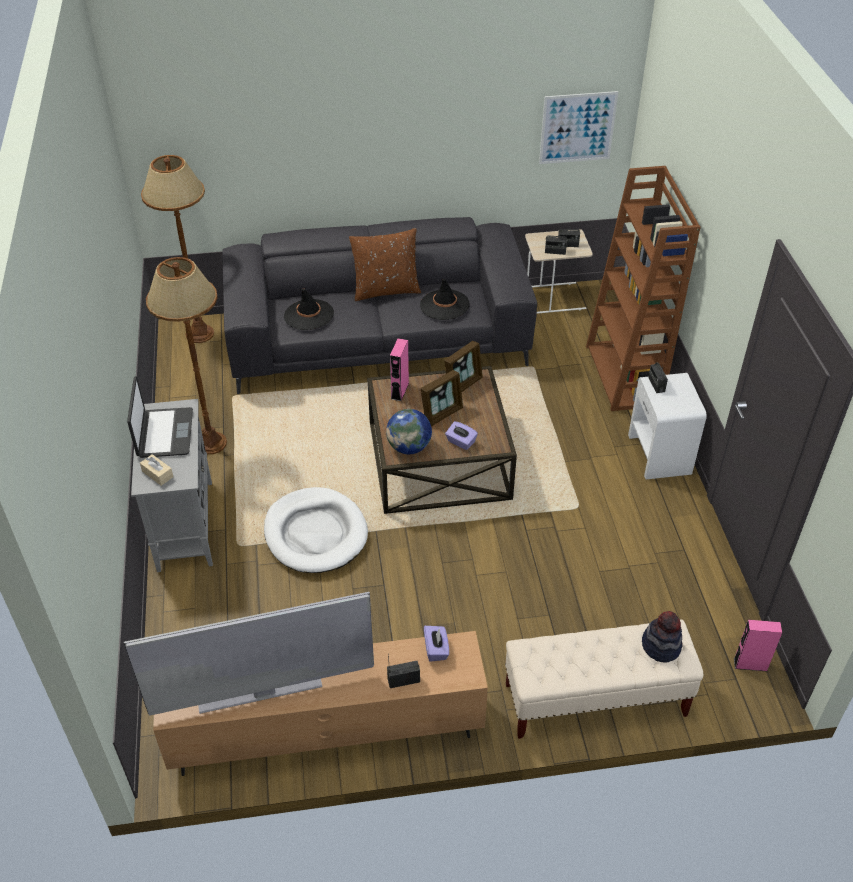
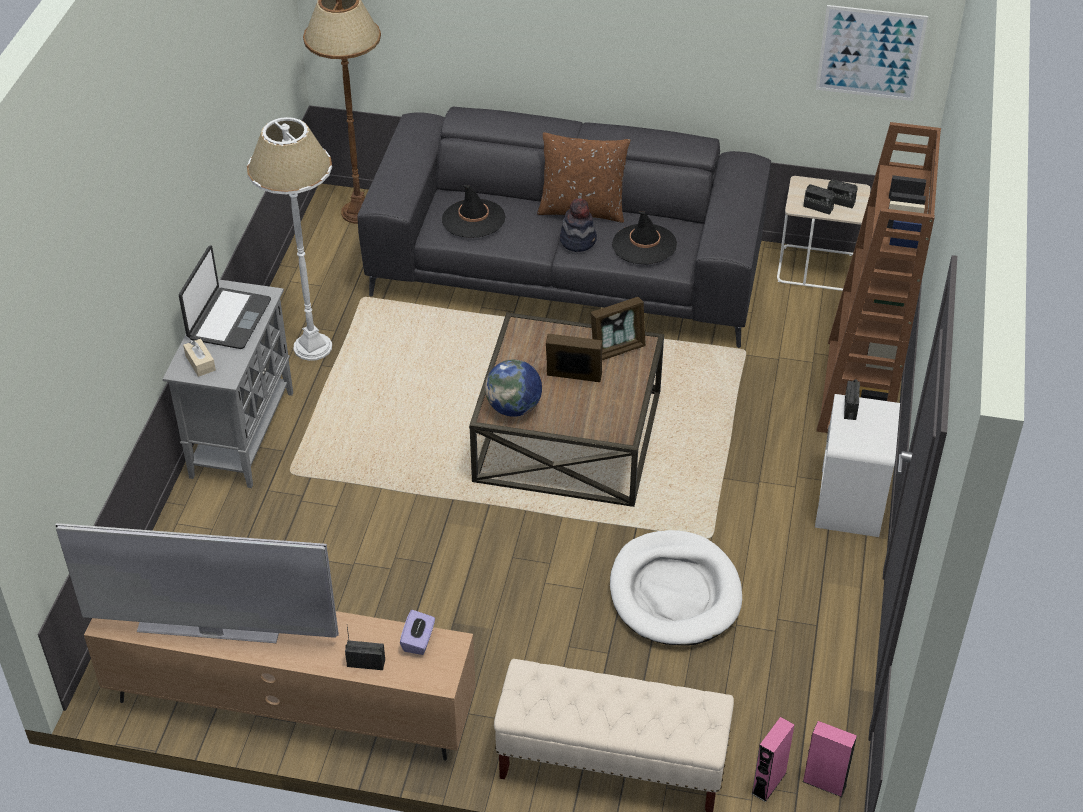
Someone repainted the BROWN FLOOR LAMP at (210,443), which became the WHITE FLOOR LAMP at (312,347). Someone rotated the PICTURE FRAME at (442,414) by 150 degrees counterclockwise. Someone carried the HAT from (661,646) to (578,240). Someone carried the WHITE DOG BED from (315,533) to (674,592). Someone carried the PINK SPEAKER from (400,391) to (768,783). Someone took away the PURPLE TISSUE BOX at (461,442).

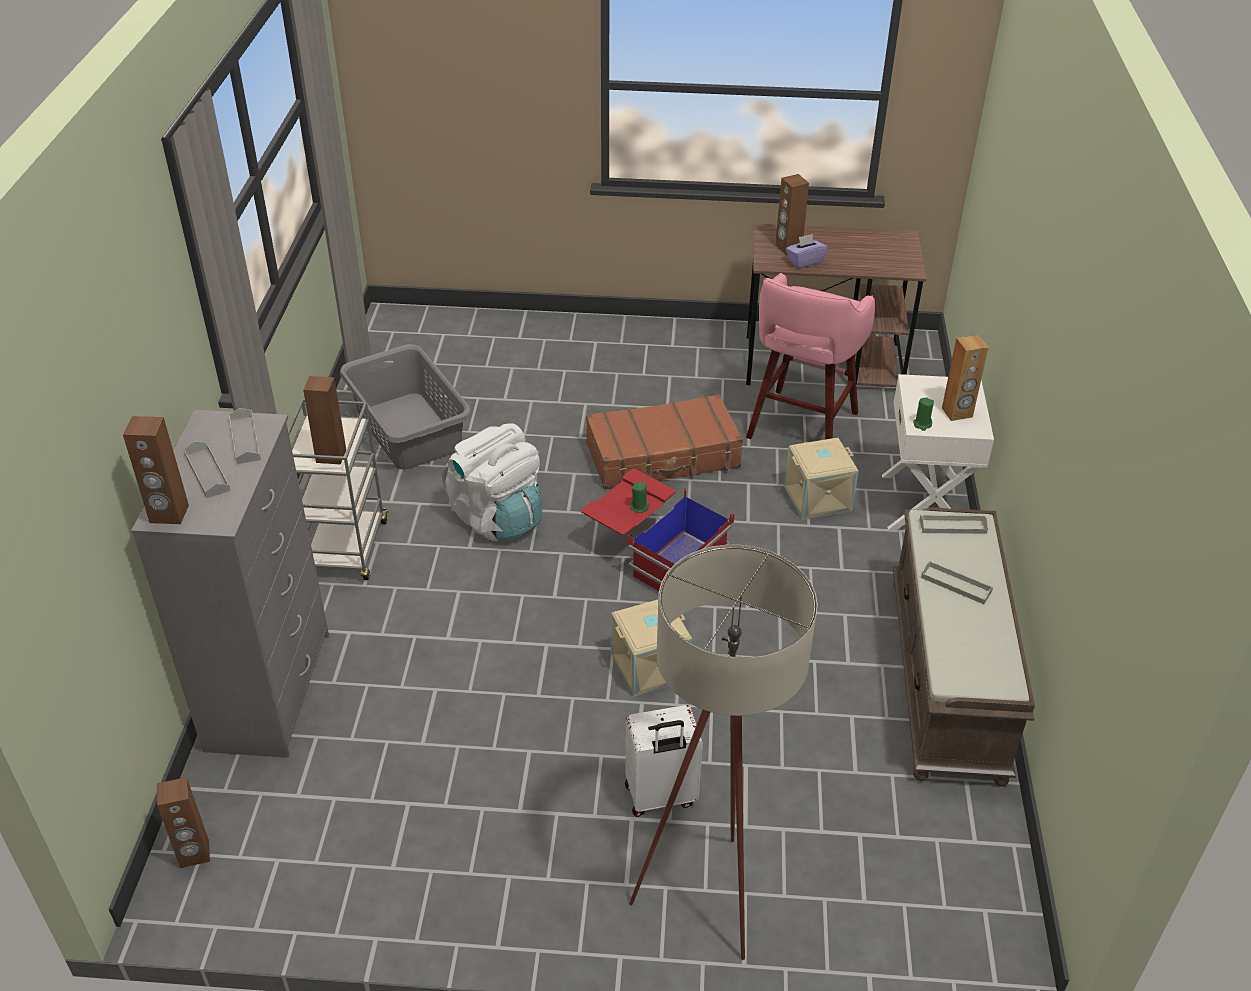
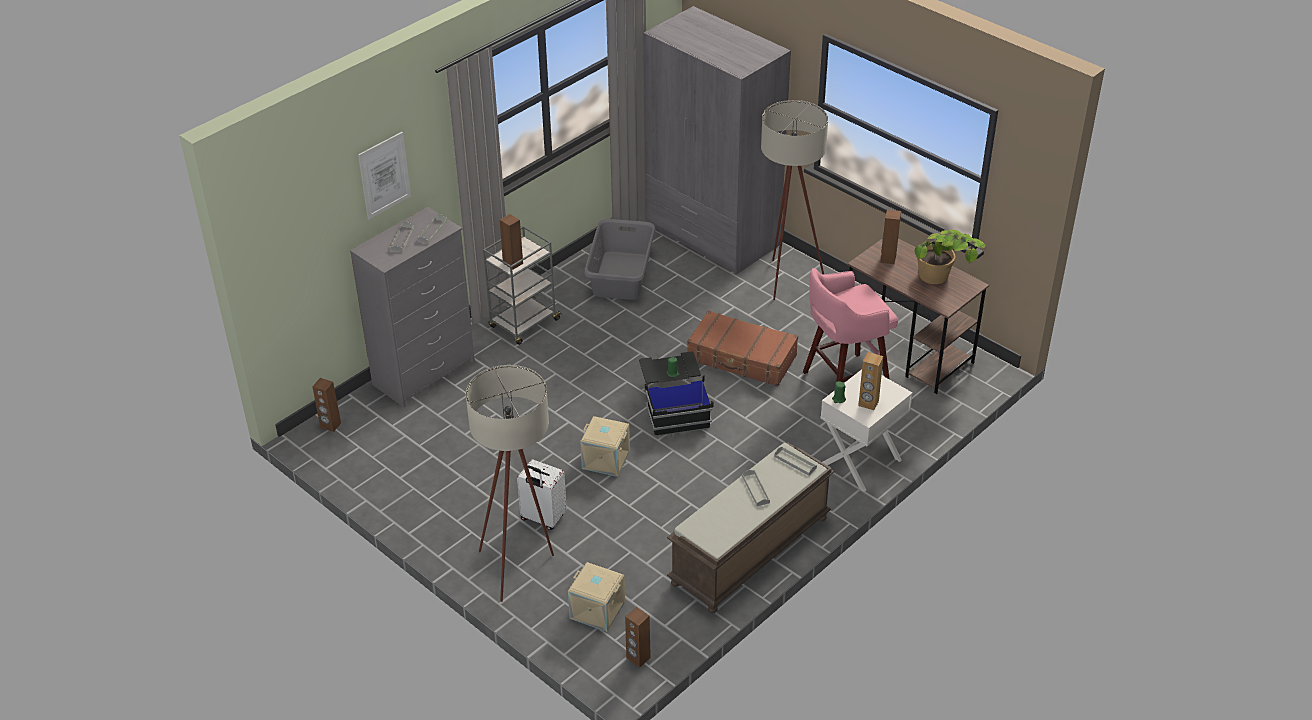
Someone put up the PICTURE at (384,175). Someone carried the BEIGE STORAGE BOX from (817,499) to (596,611). Someone carried the BROWN SPEAKER from (169,514) to (638,658). Someone repainted the RED STORAGE BOX at (654,553), which became the BLACK STORAGE BOX at (674,406). Someone put down the GREY WARDROBE at (712,235). Someone put down the BEIGE FLOOR LAMP at (786,283). Someone put down the POTTED PLANT at (941,284). Someone took away the WHITE BACKPACK at (497,517). Someone took away the PURPLE TISSUE BOX at (804,261).

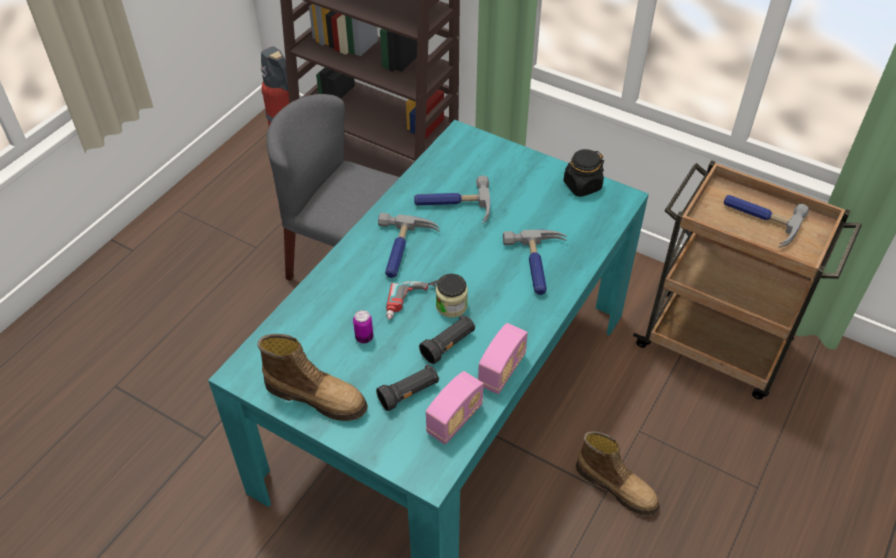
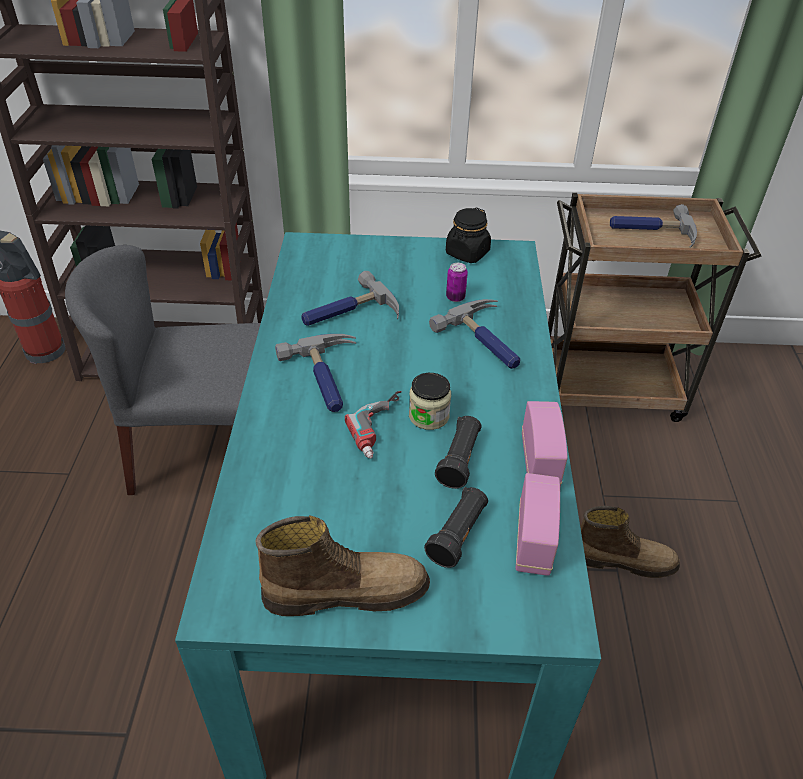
Someone carried the CAN from (364,337) to (455,297).

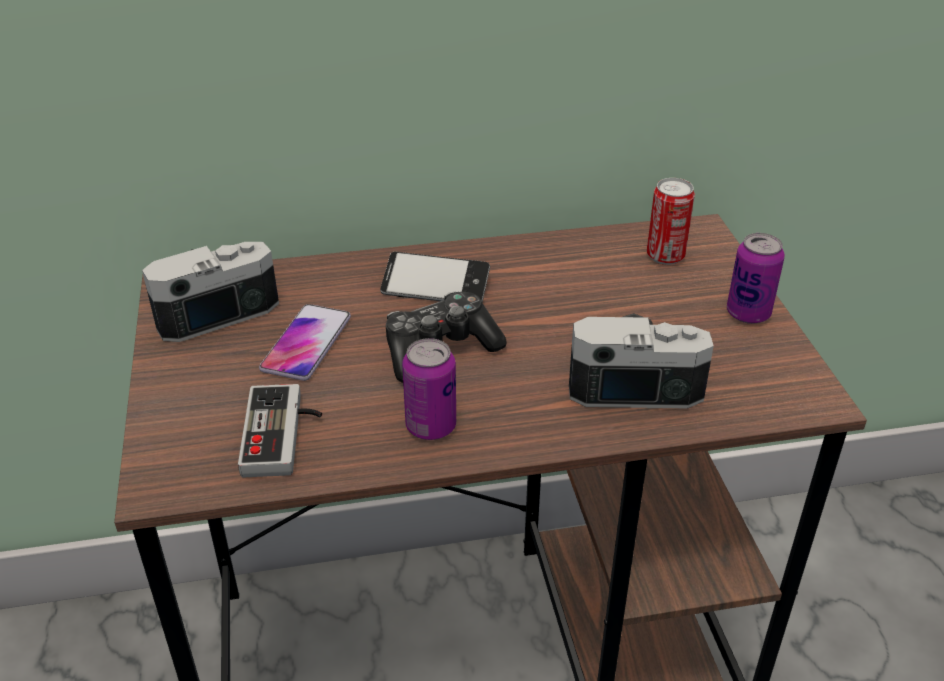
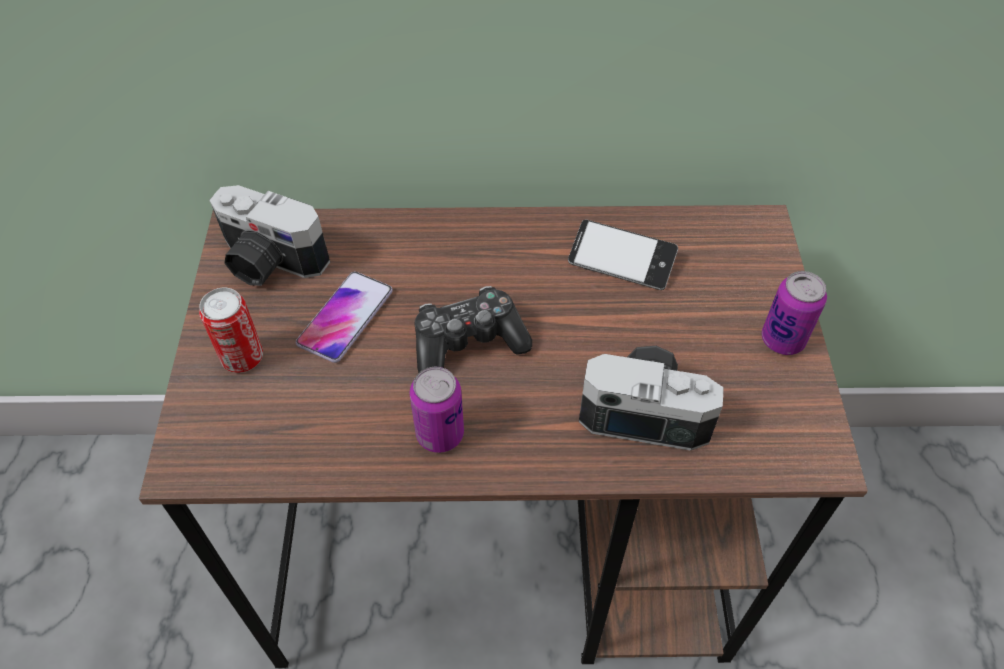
Someone carried the CAN from (665,256) to (242,358). Someone rotated the PHOTO CAMERA at (213,308) by 135 degrees counterclockwise. Someone carried the PHONE from (435,286) to (621,261). Someone took away the GAME CONTROLLER at (284,435).

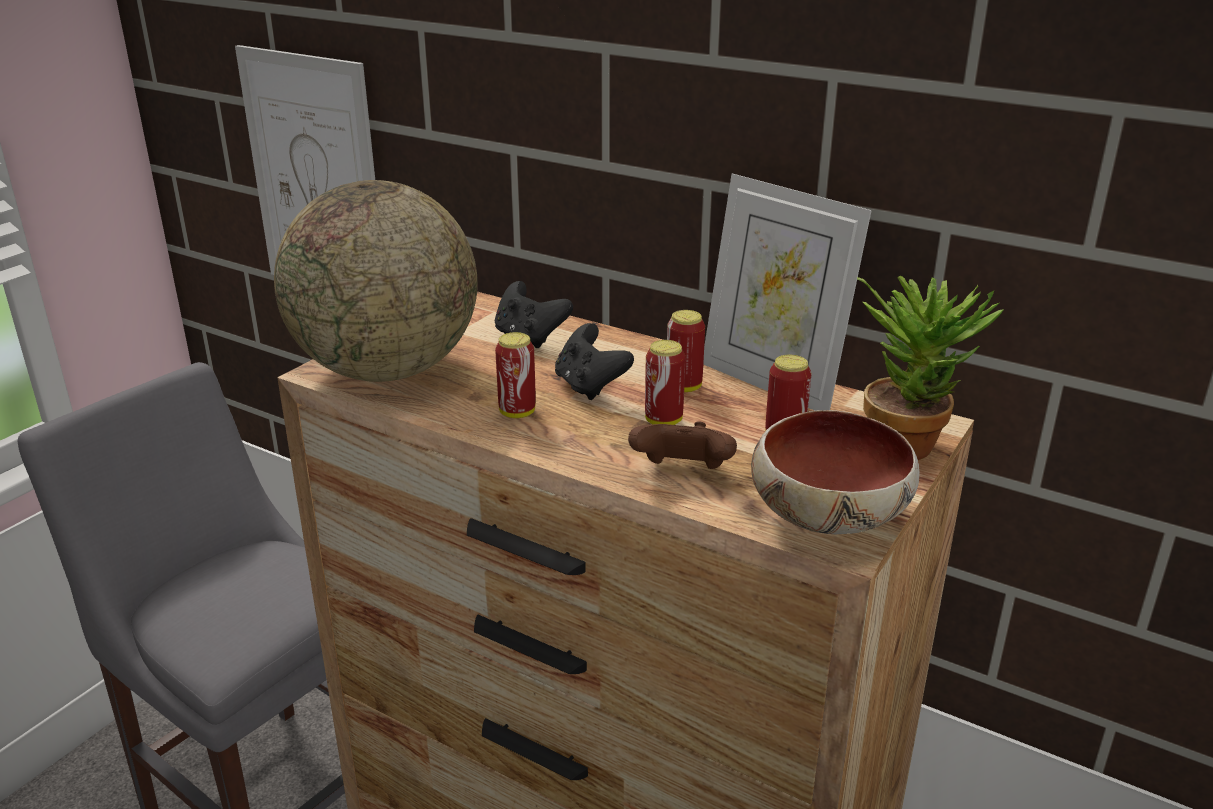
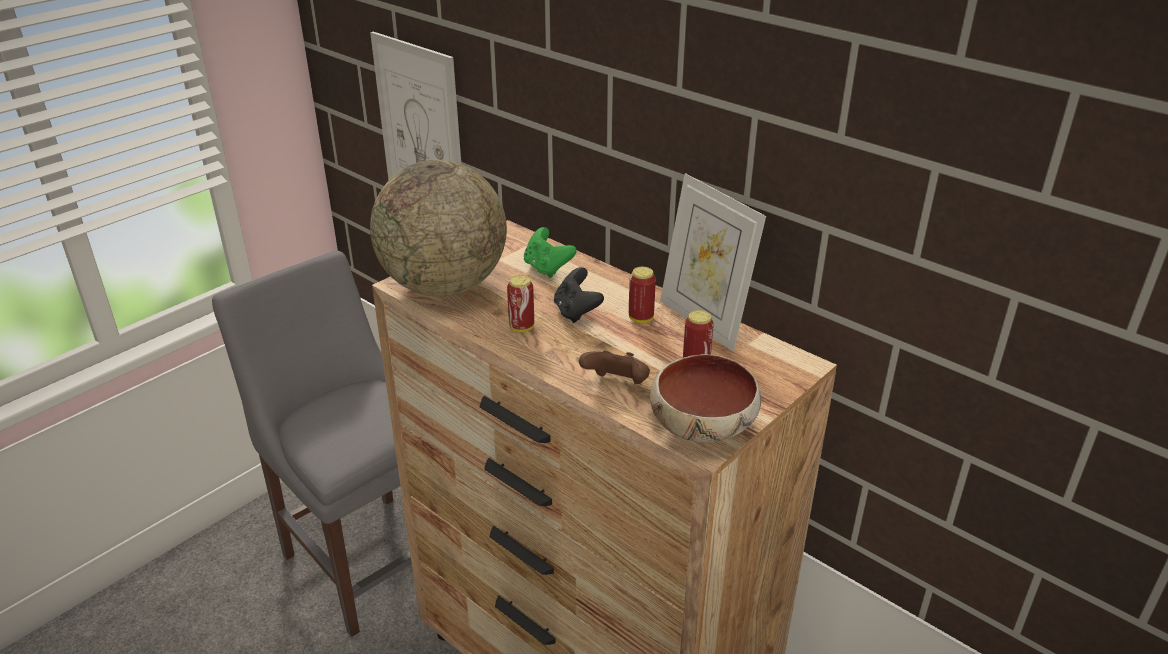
Someone repainted the BLACK GAME CONTROLLER at (530,337), which became the GREEN GAME CONTROLLER at (547,268). Someone took away the CAN at (663,421). Someone took away the POTTED PLANT at (910,442).

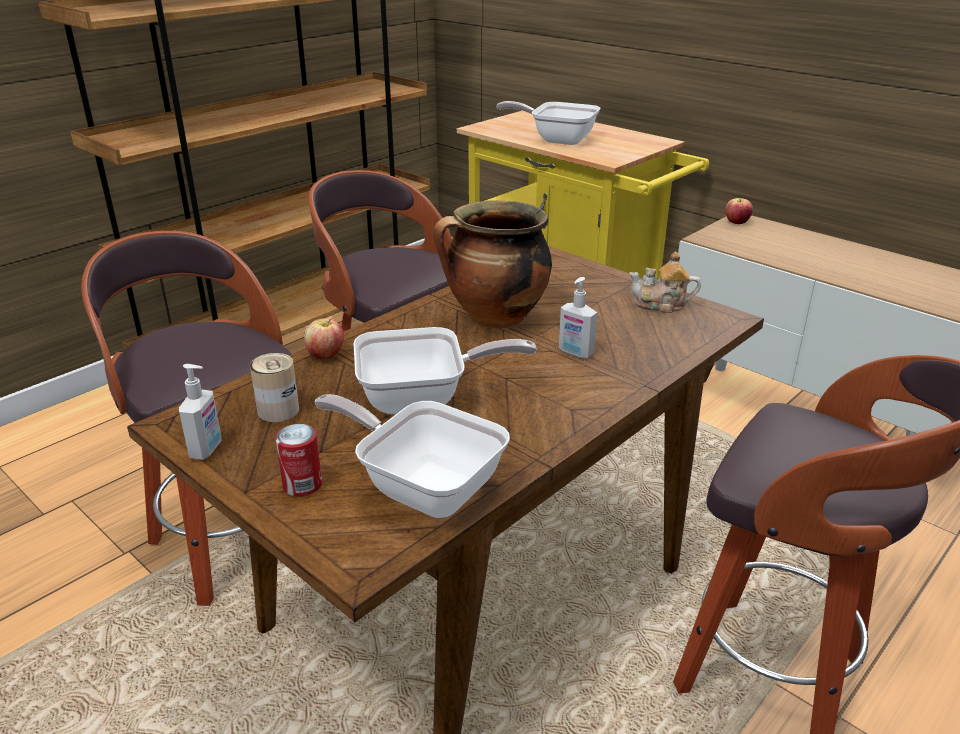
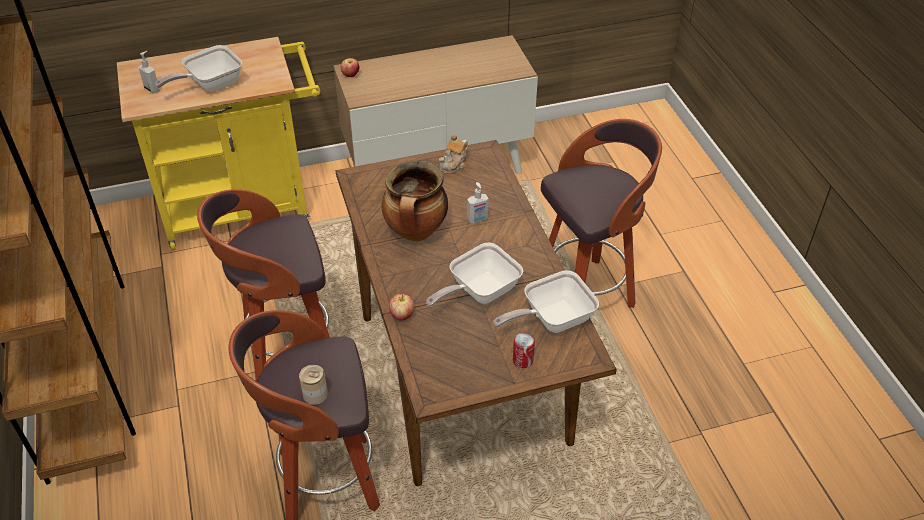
Someone carried the SOAP DISPENSER from (207,449) to (152,89). Someone carried the CAN from (278,410) to (315,394). Someone rotated the FRYING PAN at (424,399) by 150 degrees counterclockwise.

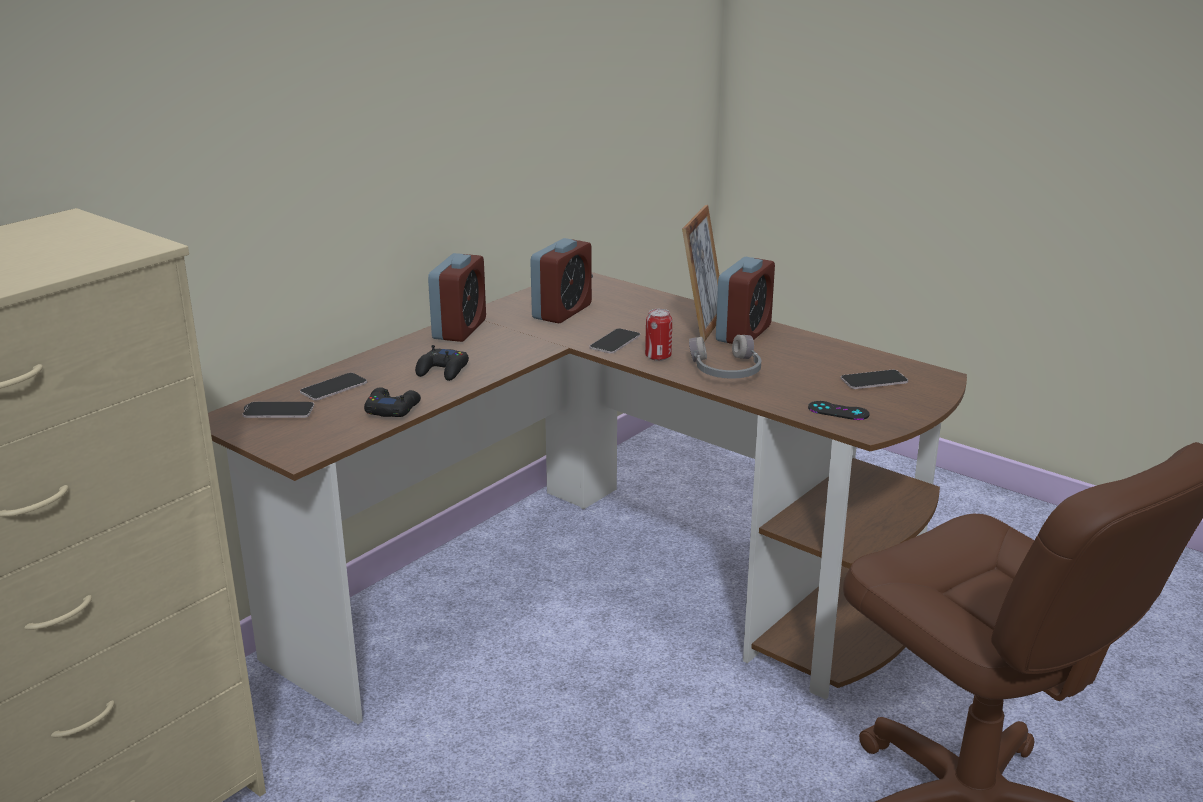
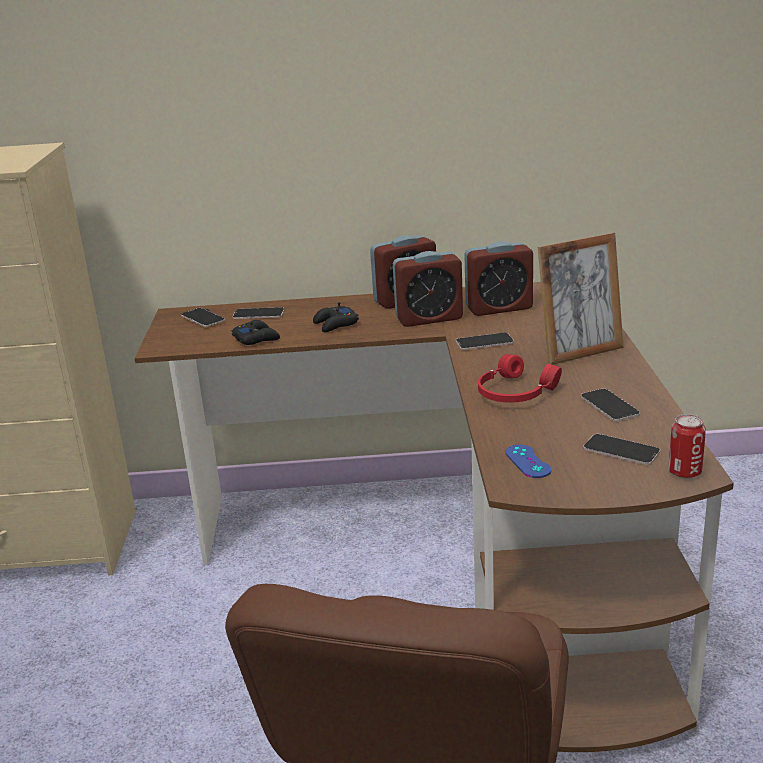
Someone carried the ALARM CLOCK from (743,333) to (429,318). Someone repainted the GREY HEADPHONES at (725,370), which became the RED HEADPHONES at (514,393). Someone repainted the BLACK GAME CONTROLLER at (838,411), which became the BLUE GAME CONTROLLER at (528,461). Someone put down the PHONE at (609,406). Someone carried the CAN from (658,357) to (684,472).

